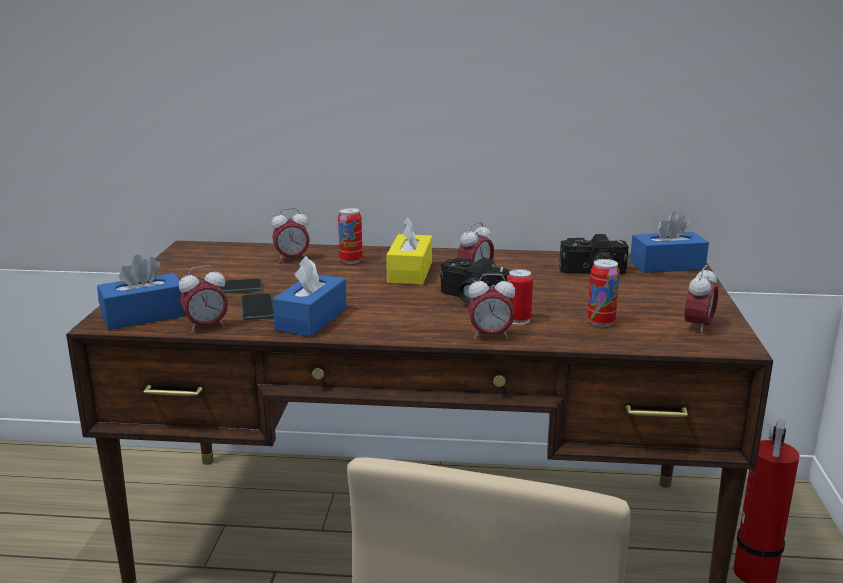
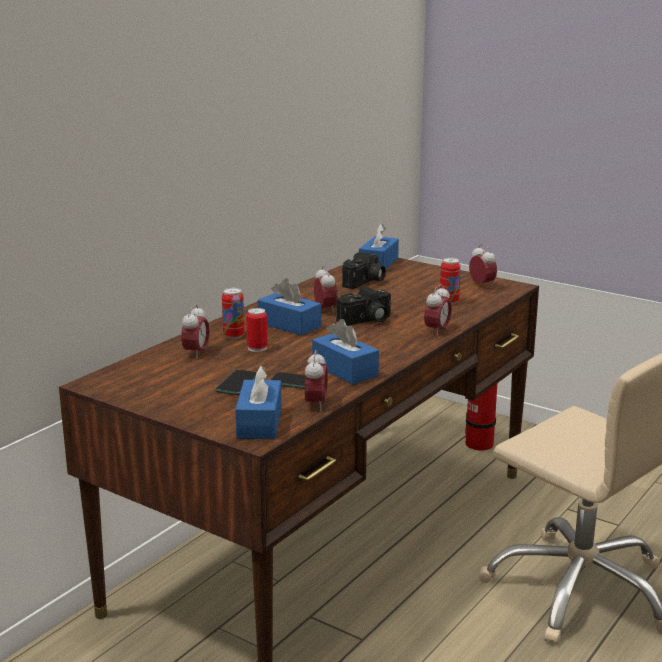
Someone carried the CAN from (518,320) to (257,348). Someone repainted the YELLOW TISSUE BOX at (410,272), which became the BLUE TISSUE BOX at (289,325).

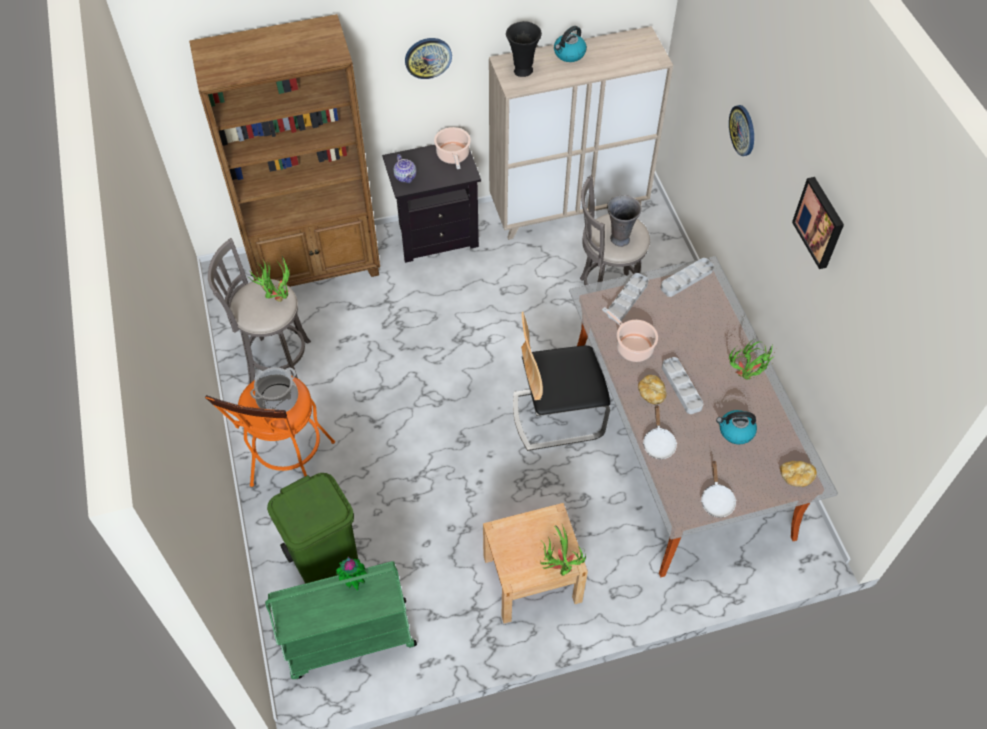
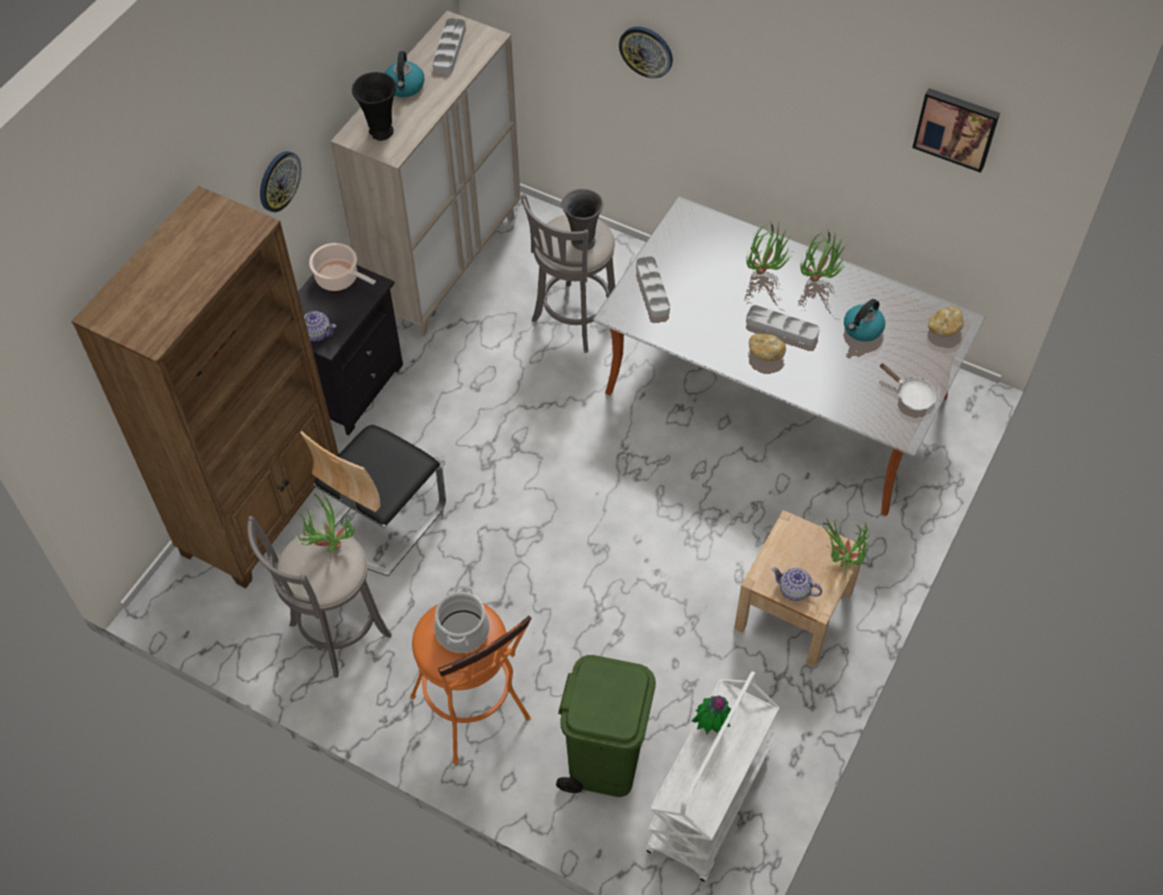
Someone carried the CHAIR from (557,415) to (382,521). Someone carried the GREY TRAY from (686,279) to (449,49). Someone repainted the GREEN CART at (348,640), which became the WHITE CART at (709,805). Someone put down the POTTED PLANT at (766,270). Someone put down the TEAPOT at (794,590). Someone carried the PICTURE from (820,222) to (956,127). Someone took away the COOKING POT at (632,347). Someone took away the WHITE FRYING PAN at (658,443).

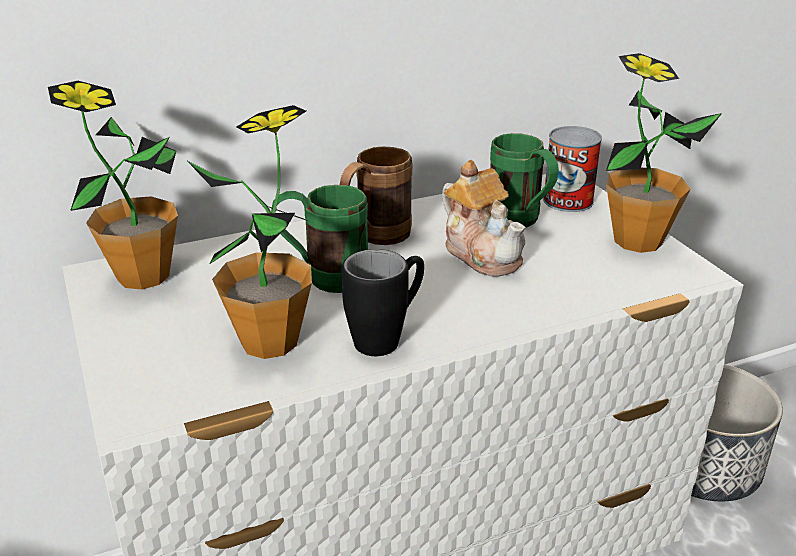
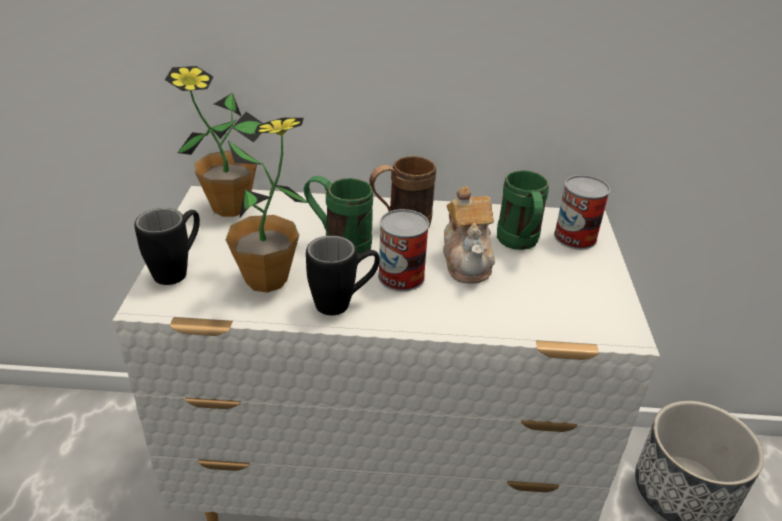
Someone put down the BLACK MUG at (178,269). Someone put down the CAN at (401,276). Someone took away the POTTED PLANT at (637,241).

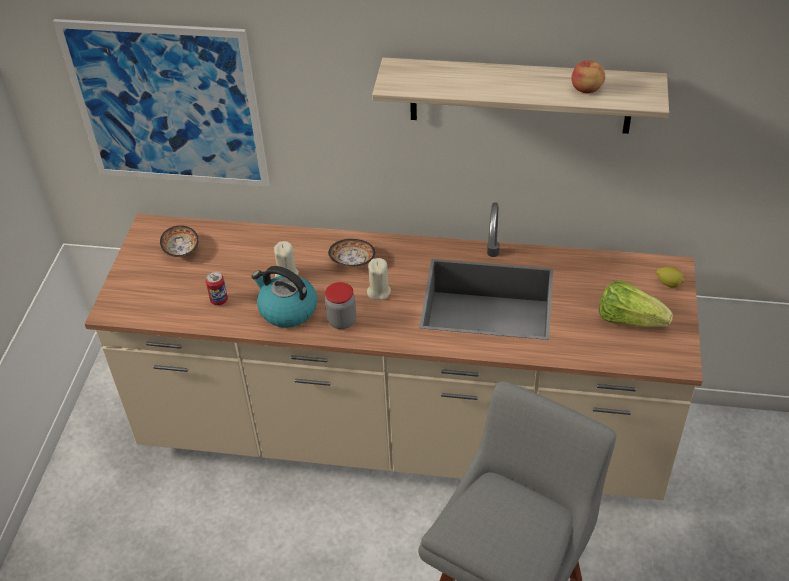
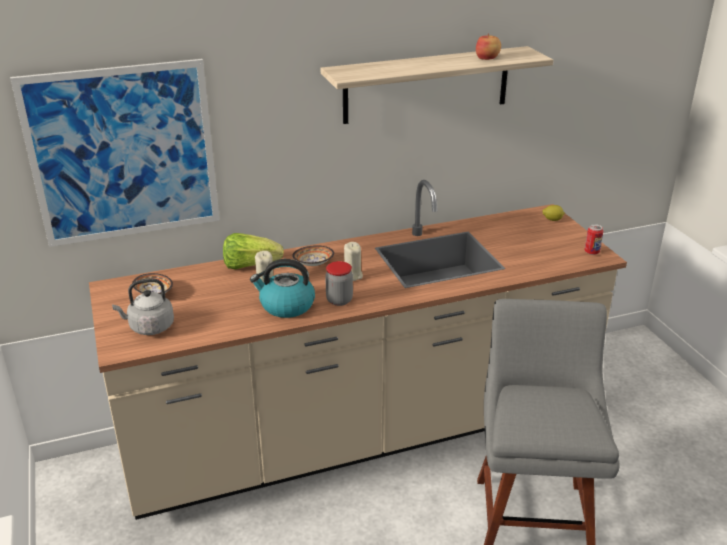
Someone put down the GREY KETTLE at (149,327). Someone carried the LETTUCE from (629,319) to (250,265). Someone carried the CAN from (219,300) to (591,252).

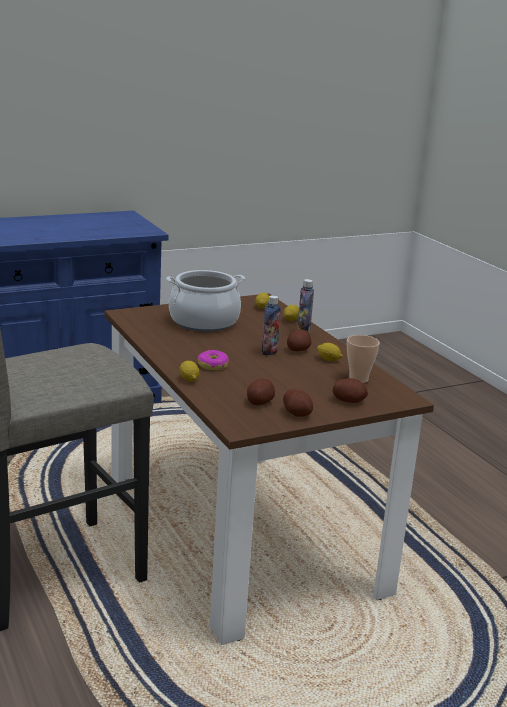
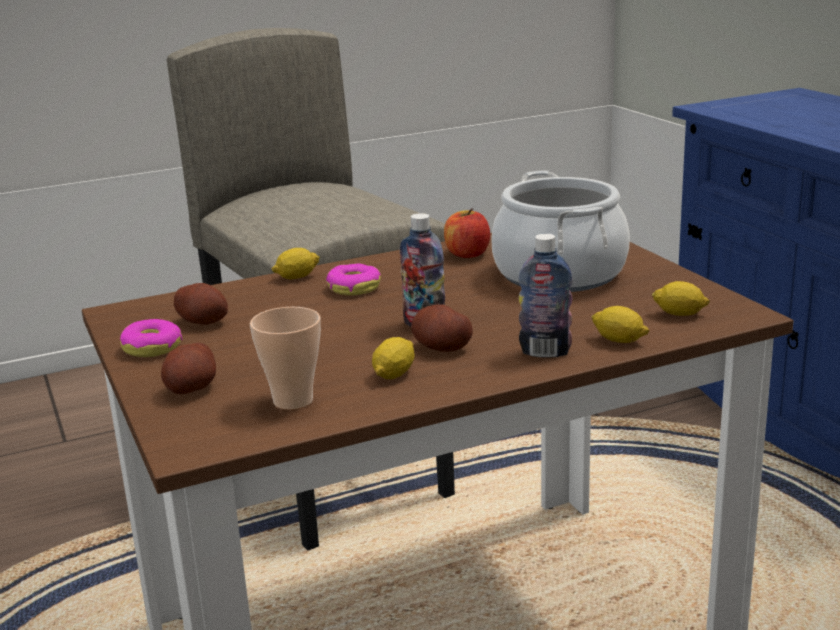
Someone swapped the POTATO at (297,413) for the DONUT at (152,348). Someone put down the APPLE at (467,254).

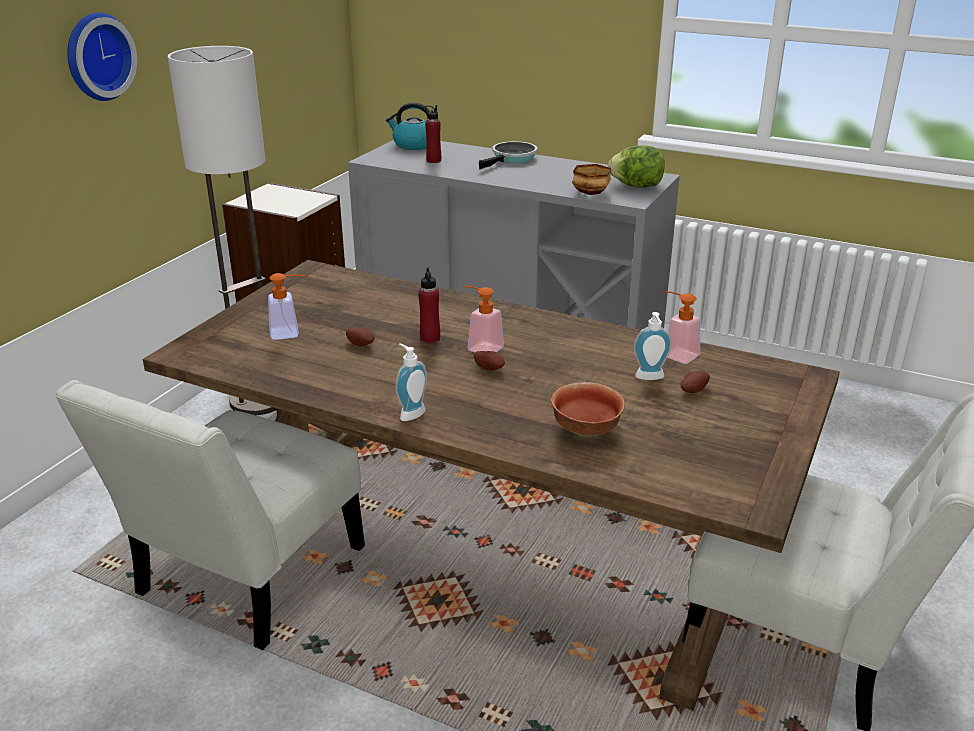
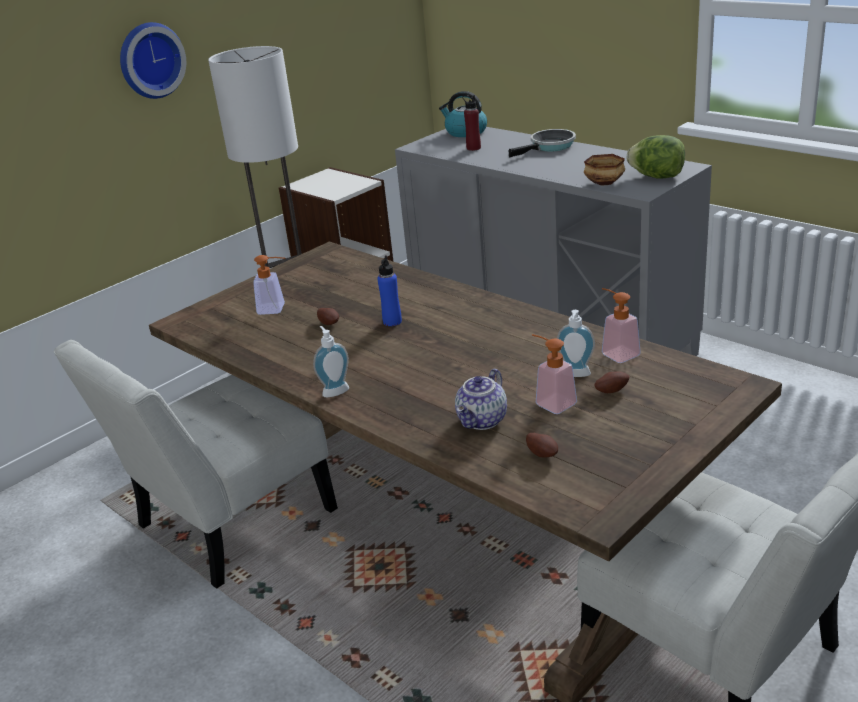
Someone repainted the RED BOTTLE at (430,338), which became the BLUE BOTTLE at (392,321). Someone swapped the BOWL at (587,430) for the TEAPOT at (483,421). Someone carried the POTATO from (489,368) to (543,453). Someone carried the SOAP DISPENSER from (480,347) to (551,402).

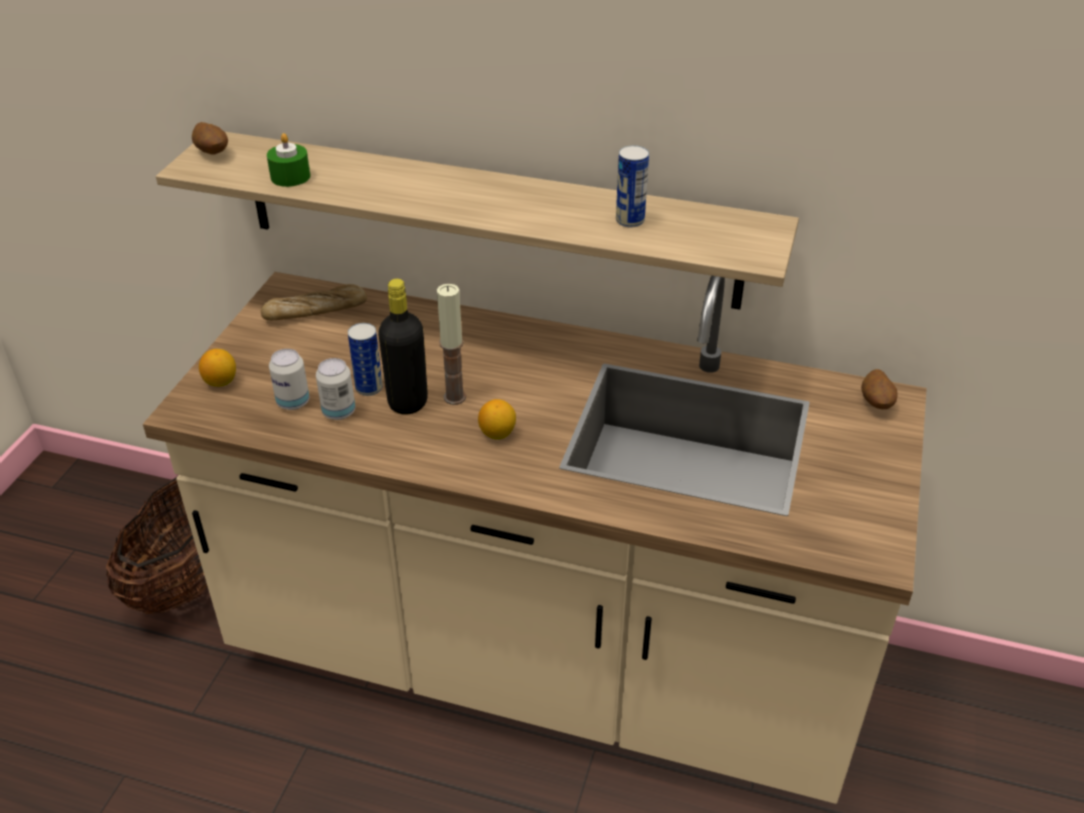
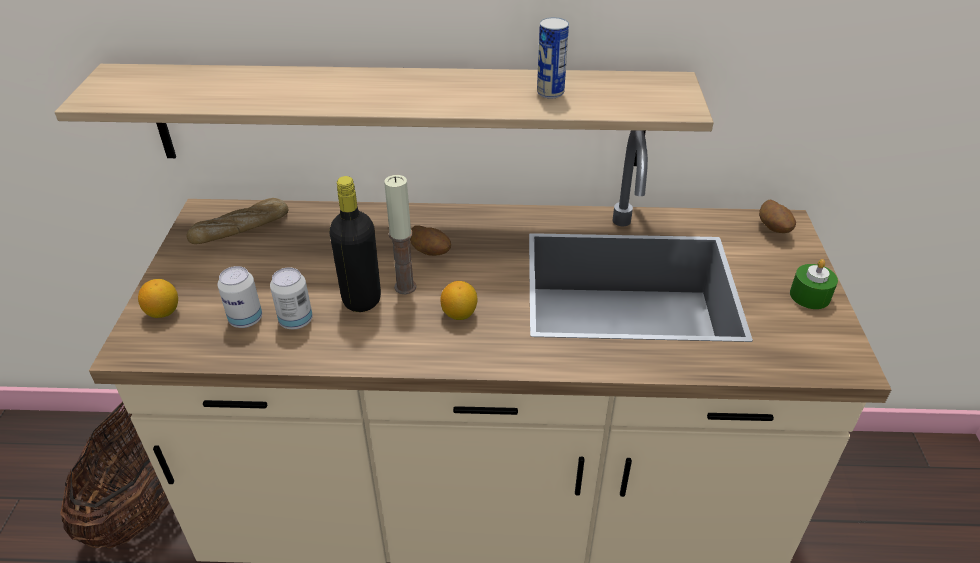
Someone carried the POTATO from (213,153) to (431,253). Someone carried the GREEN CANDLE from (290,176) to (809,296). Someone took away the CAN at (369,388).

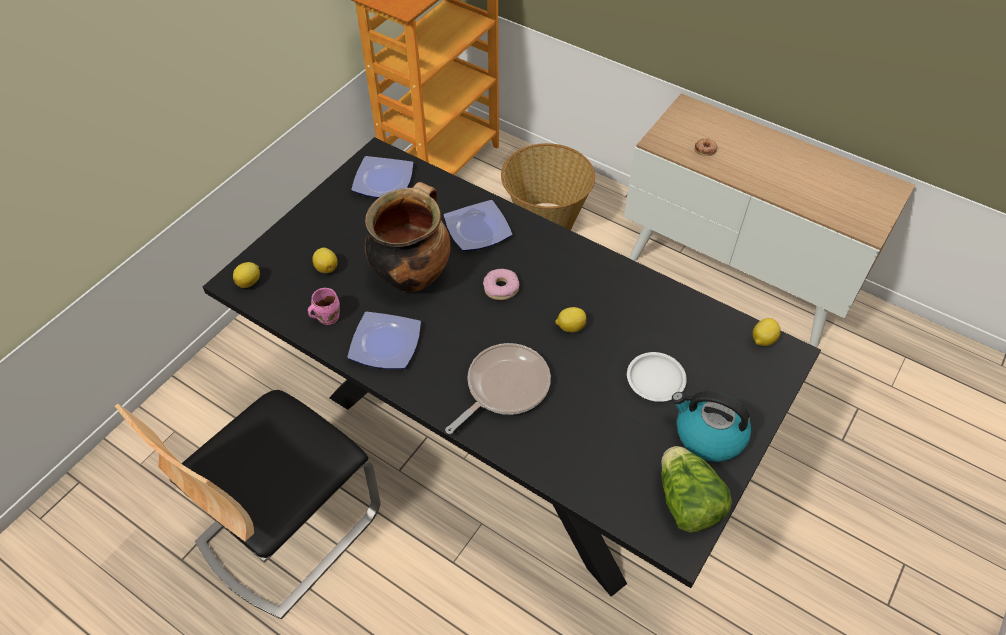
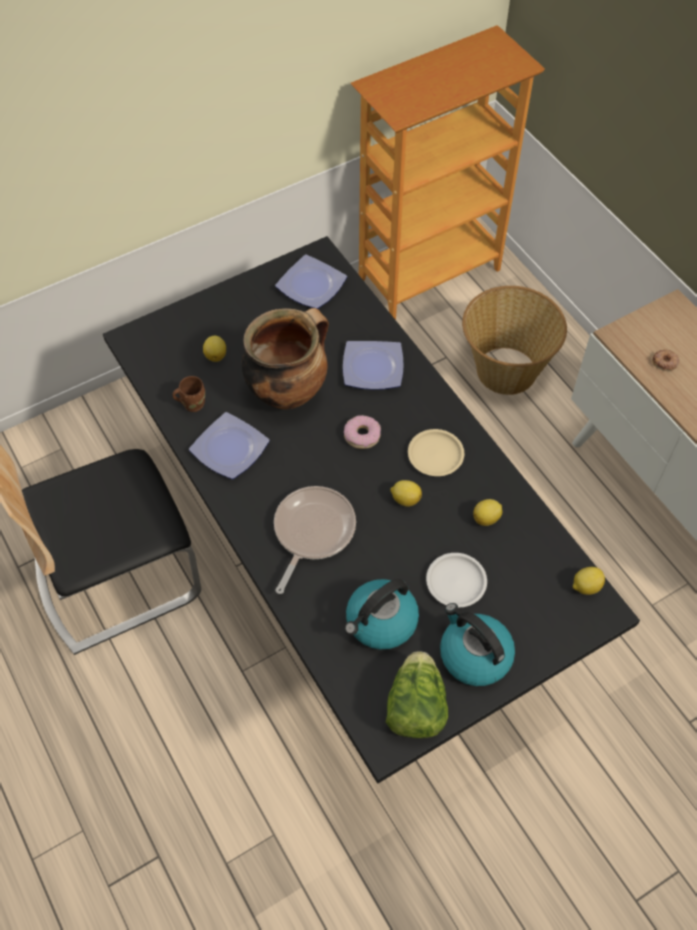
Someone repainted the PINK MUG at (326,317), which became the BROWN MUG at (192,403). Someone rotated the FRYING PAN at (504,387) by 45 degrees counterclockwise. Someone put down the KETTLE at (380,622). Someone put down the BEIGE PLATE at (435,455). Someone carried the LEMON from (250,282) to (487,518).

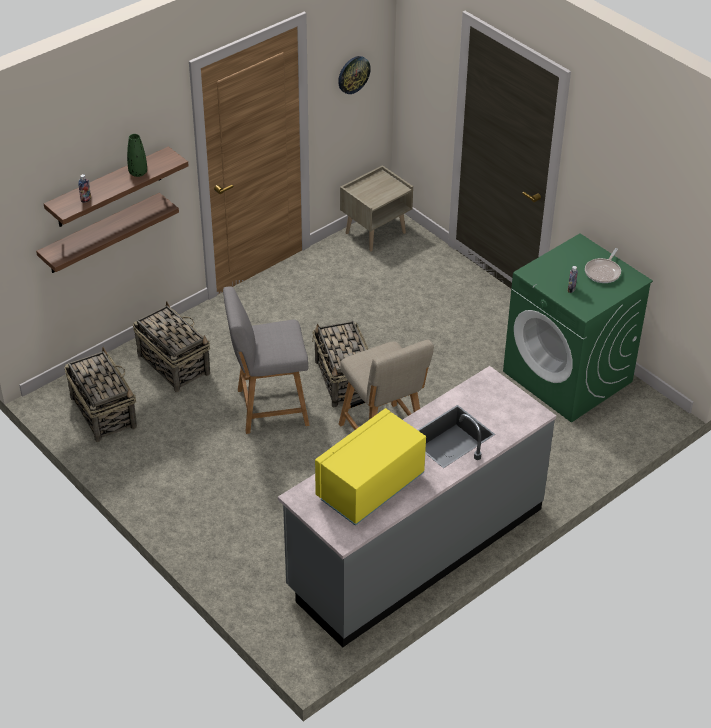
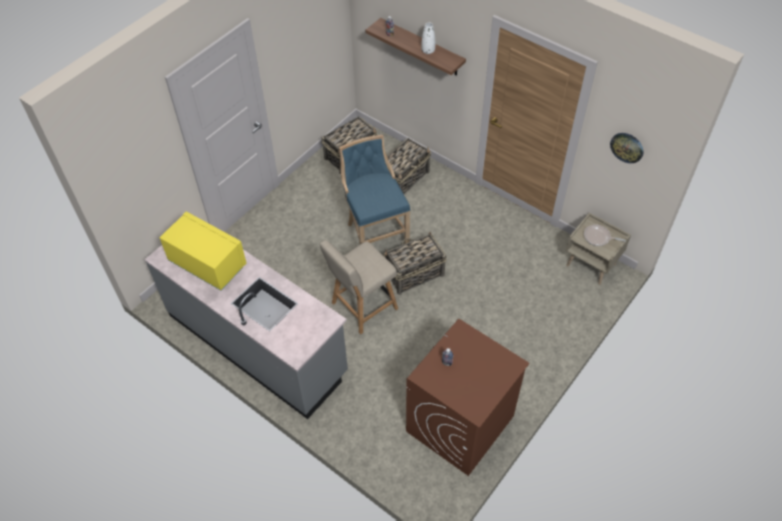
Someone swapped the GREY CHAIR at (268,408) for the BLUE STOOL at (375,236). Someone repainted the GREEN WASHING MACHINE at (568,377), which became the BROWN WASHING MACHINE at (460,424). Someone repainted the GREEN VASE at (138,173), which became the WHITE VASE at (428,51). Someone carried the FRYING PAN from (603,272) to (598,237). Someone took away the SHELF at (101,234).

